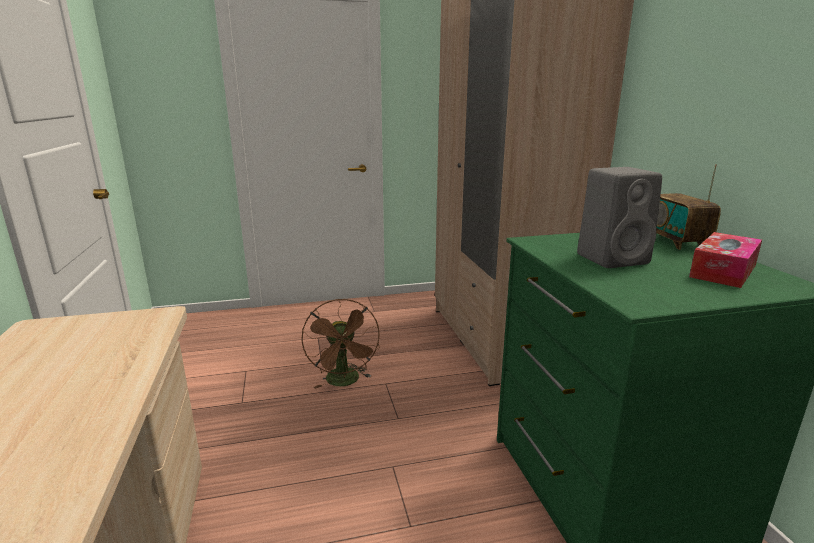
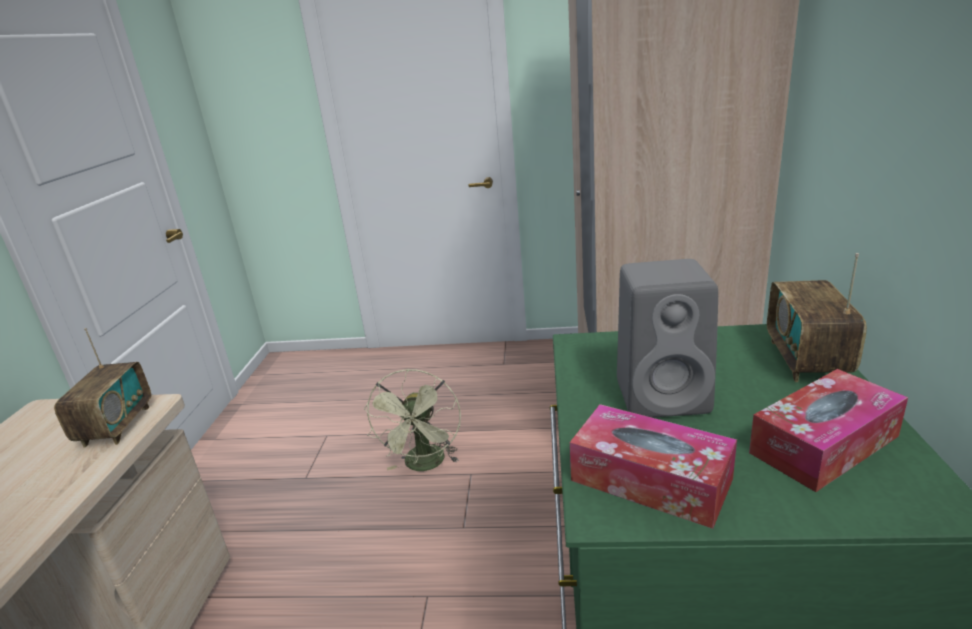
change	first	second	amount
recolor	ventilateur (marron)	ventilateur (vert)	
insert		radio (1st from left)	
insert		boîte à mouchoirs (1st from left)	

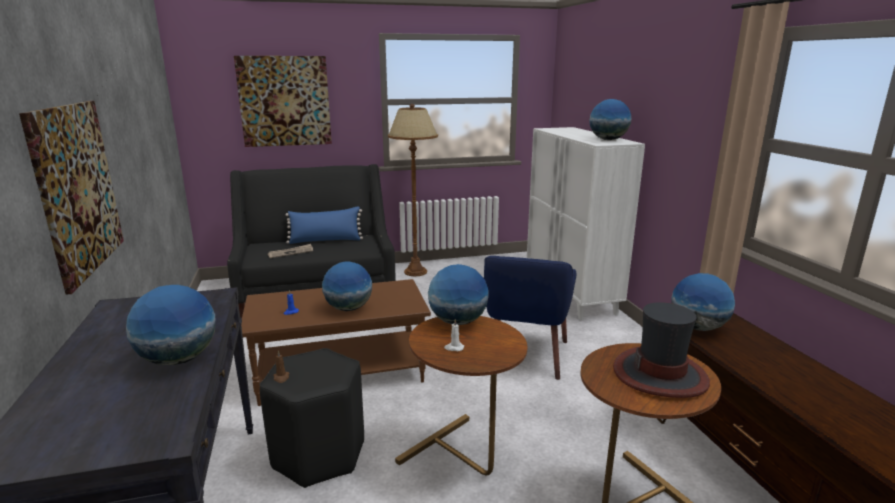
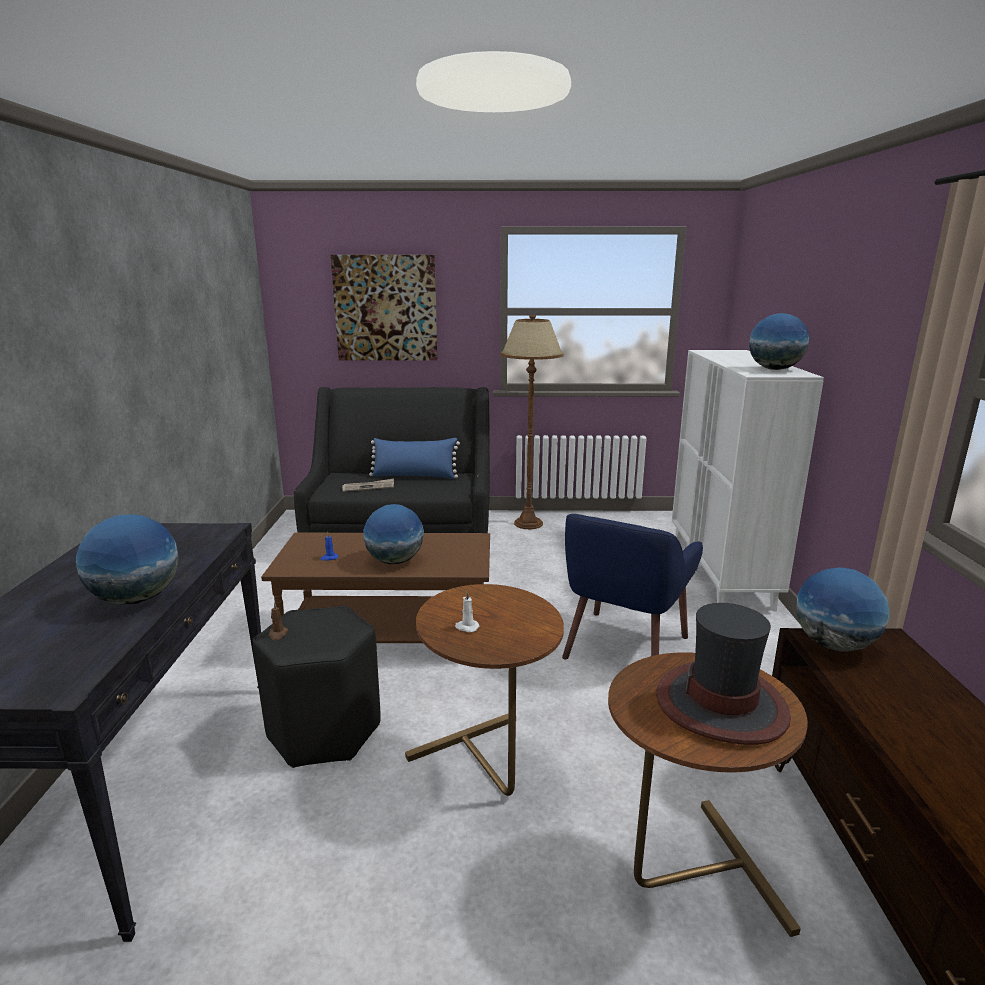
change	first	second	amount
delete	tableau (1st from left)		
delete	globe (3rd from left)		

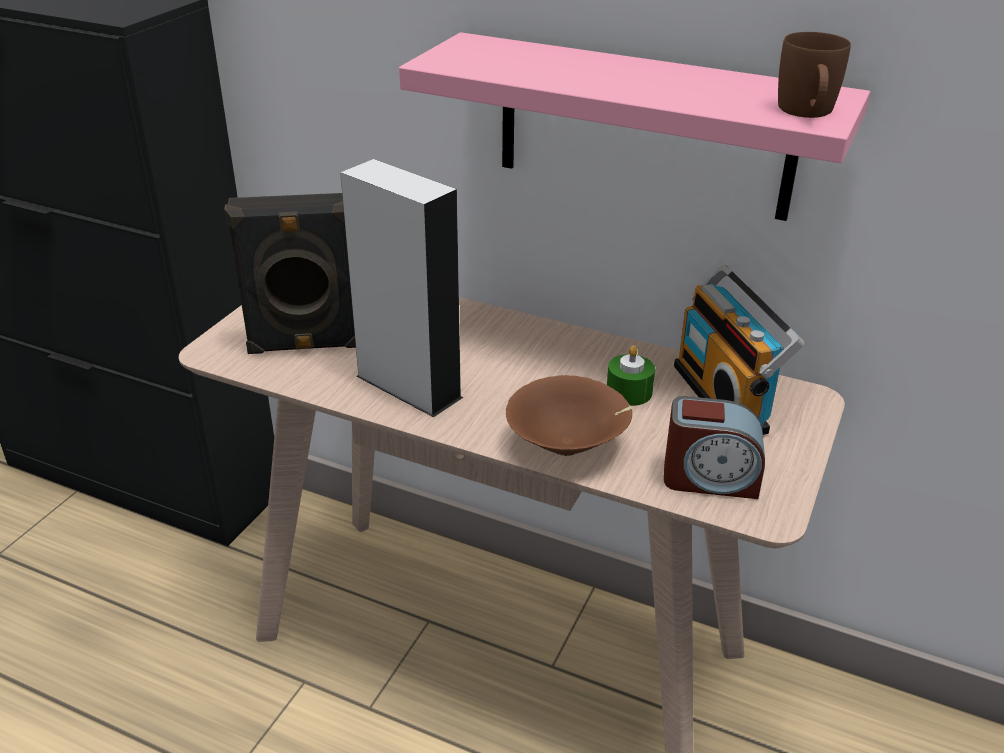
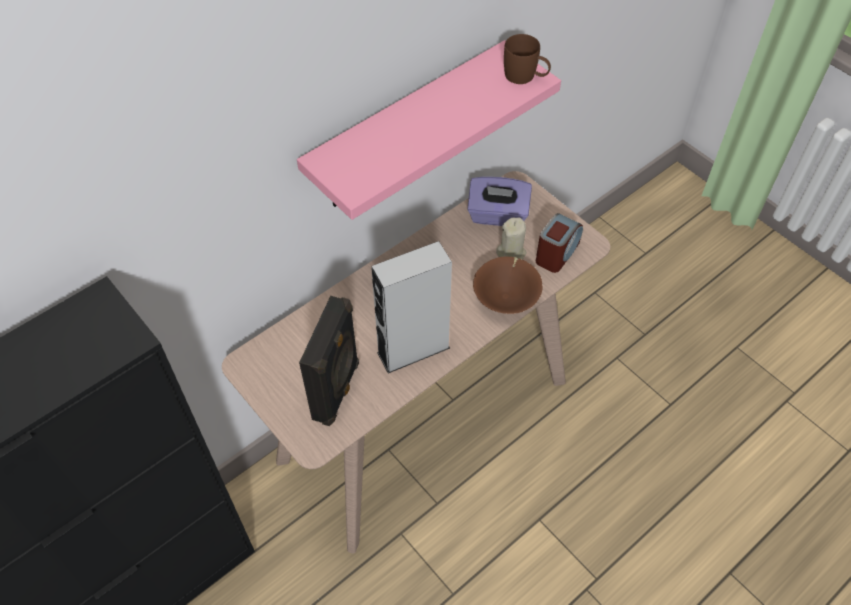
change	first	second	amount
replace	radio	boîte à mouchoirs (violet)	
delete	bougie (vert)		
insert		bougie (beige)	

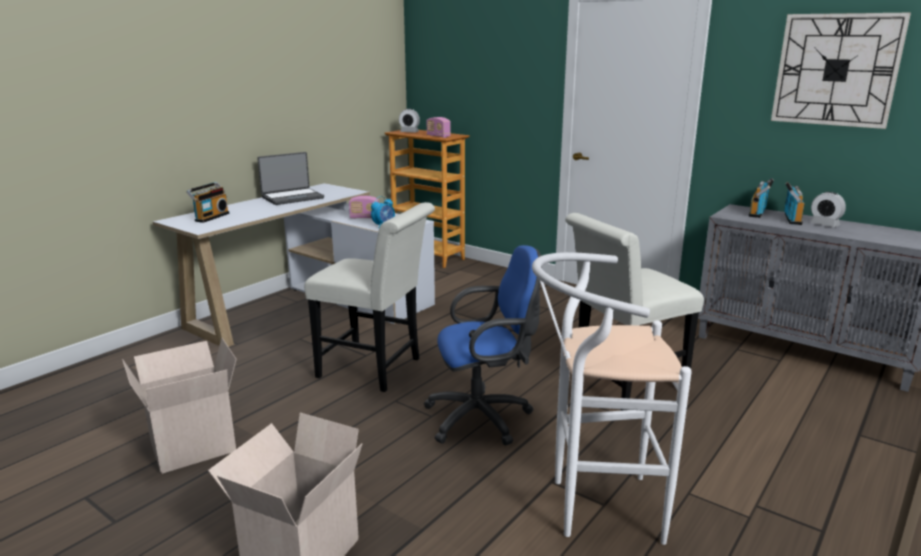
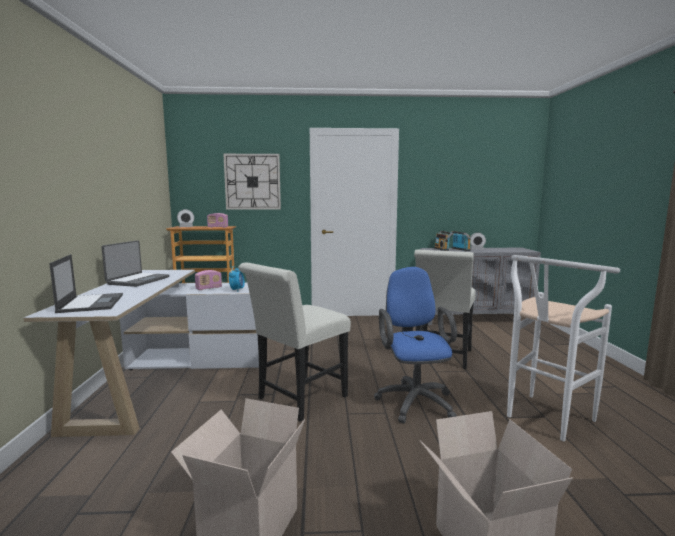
change	first	second	amount
move	horloge murale		
replace	radio (1st from left)	ordinateur portable (1st from left)	
rotate	chaise (blanc) (1st from left)		150 degrees clockwise
rotate	chaise de bureau (bleu)		45 degrees counterclockwise

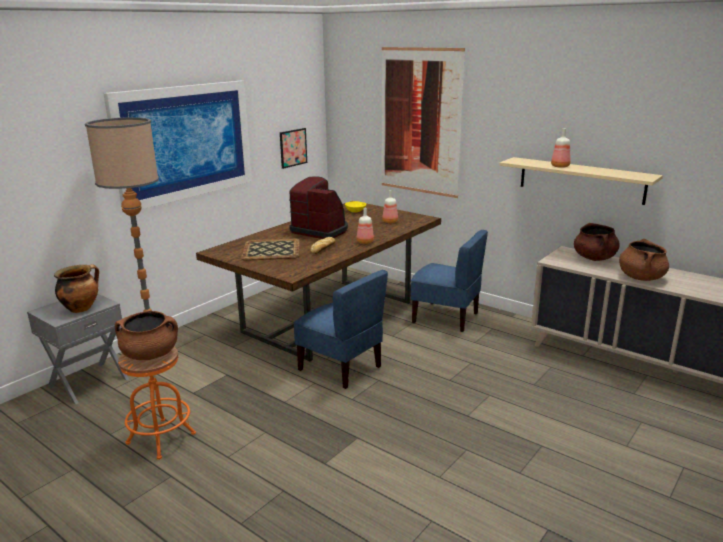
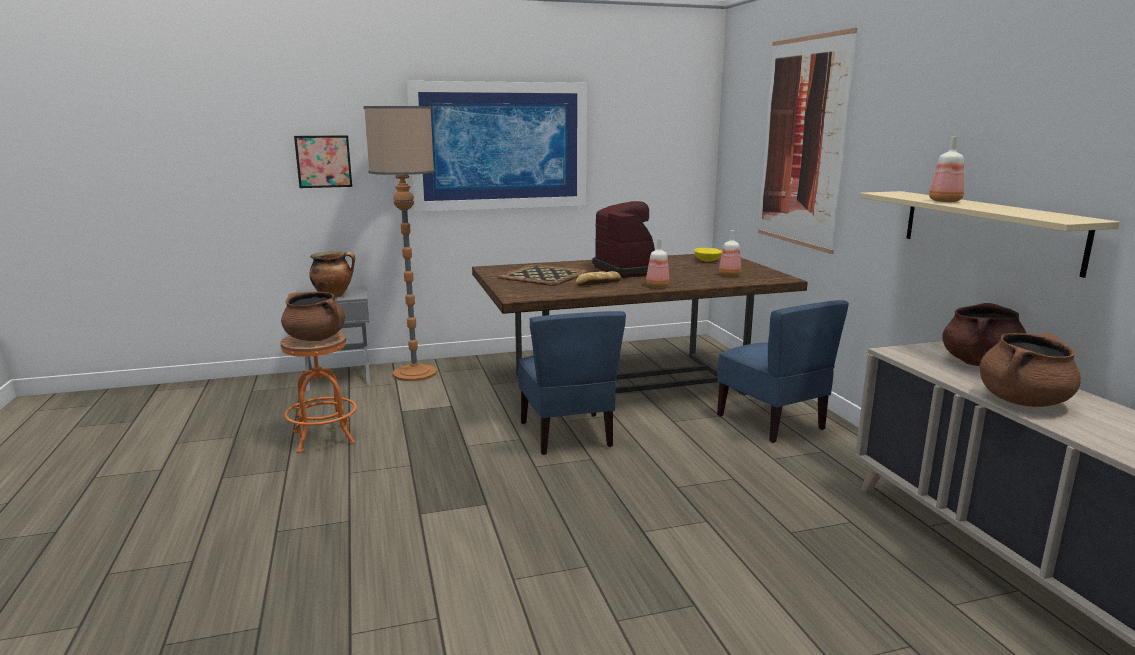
change	first	second	amount
move	tableau (2nd from left in the first image)	tableau (1st from left)	

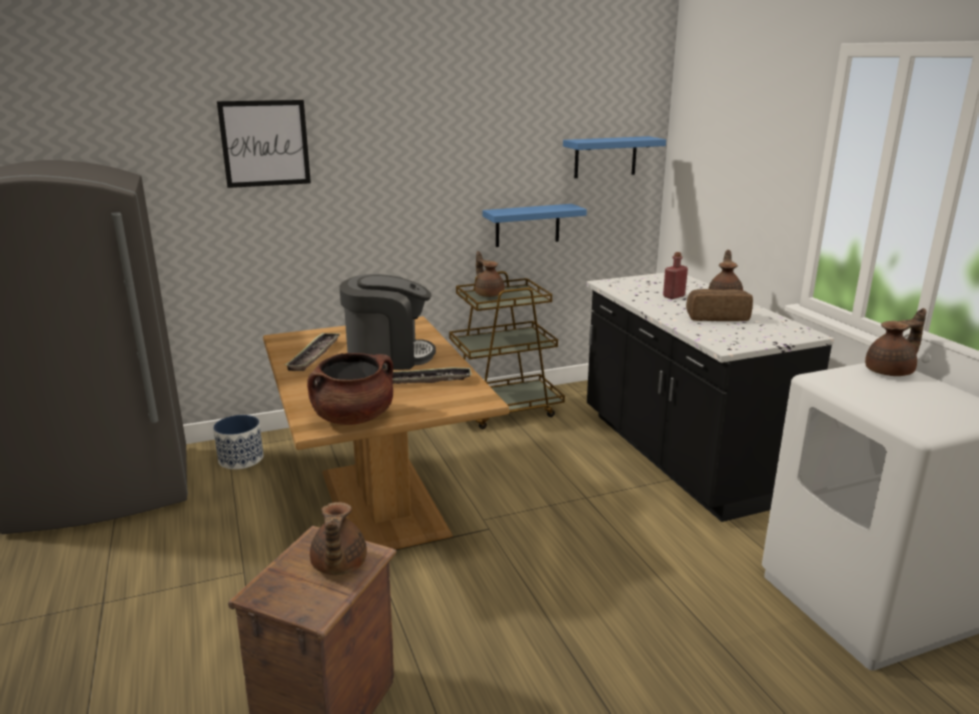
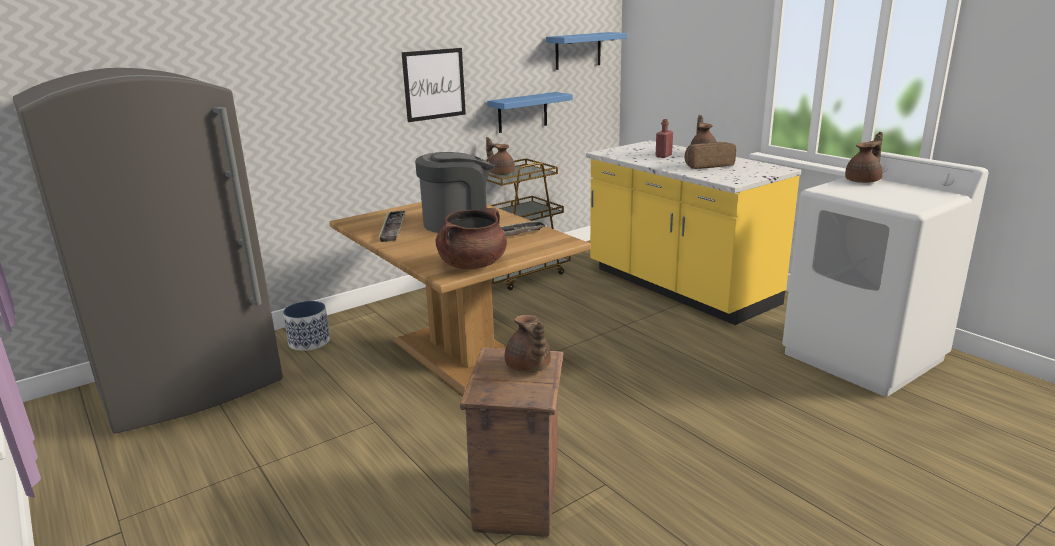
change	first	second	amount
move	tableau		
recolor	comptoir de cuisine (noir)	comptoir de cuisine (jaune)	

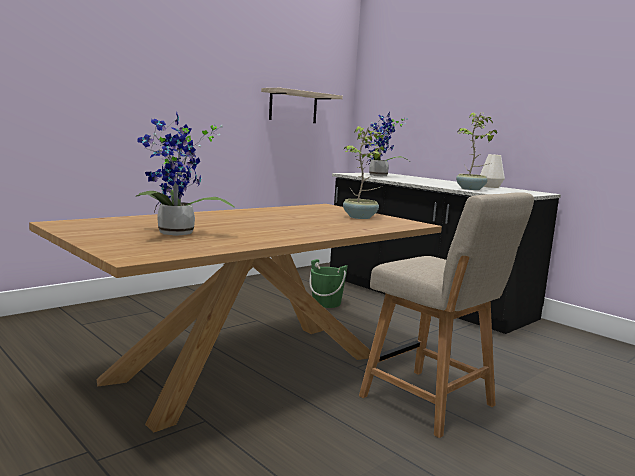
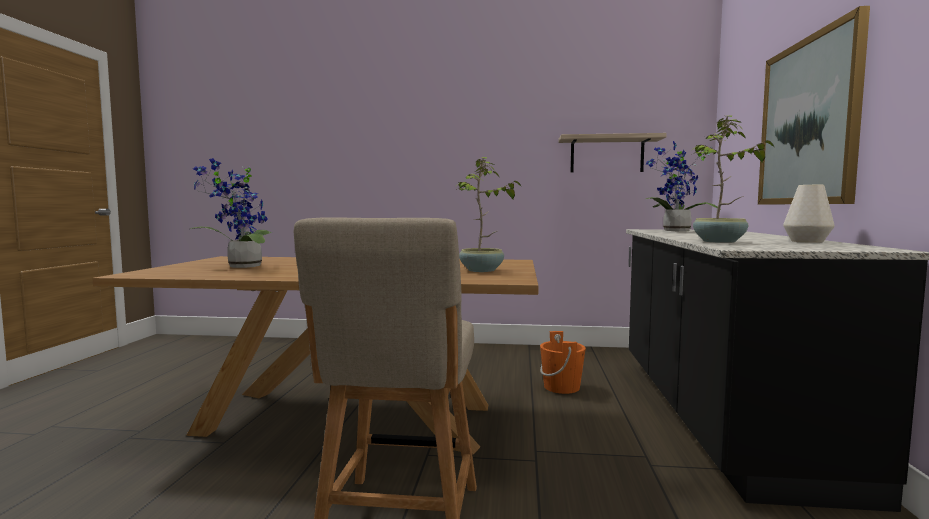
change	first	second	amount
recolor	seau (vert)	seau (orange)	
insert		tableau	

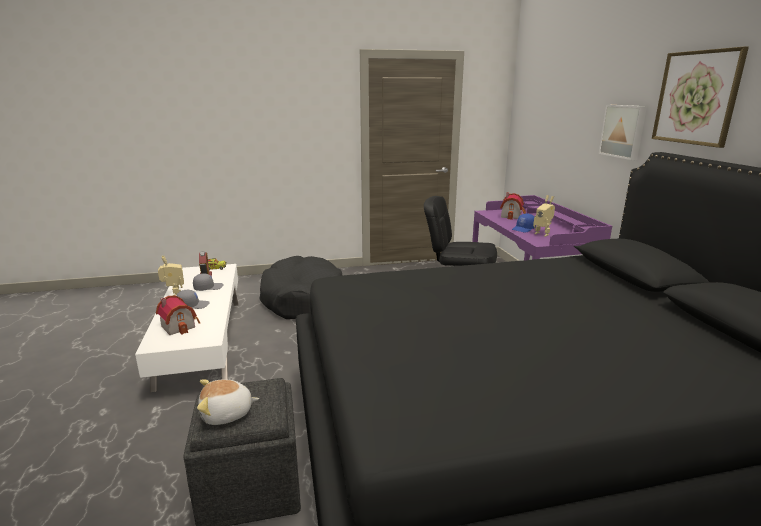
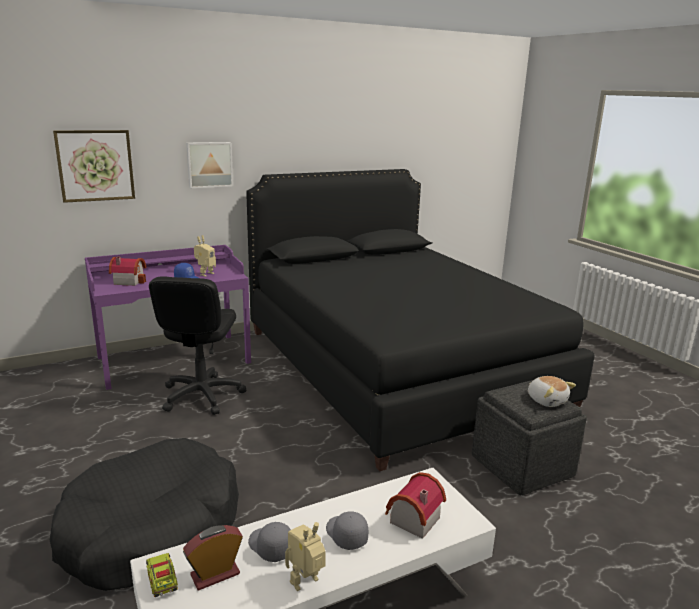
change	first	second	amount
move	tableau (2nd from left in the first image)	tableau (1st from left)	

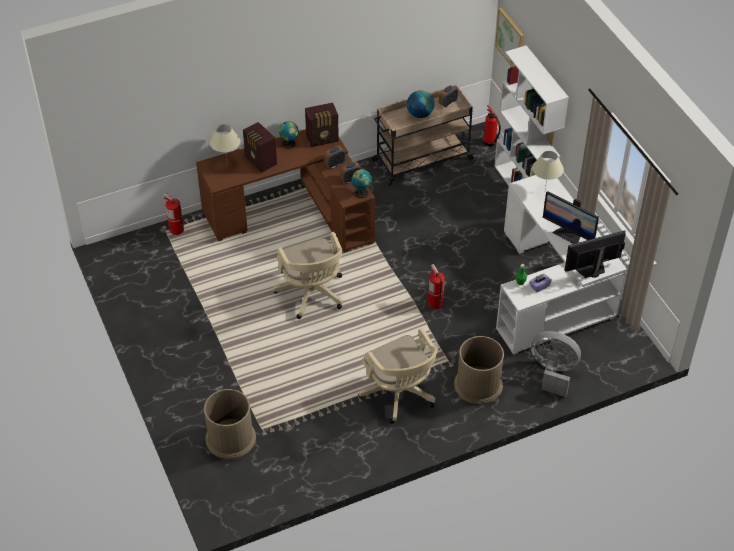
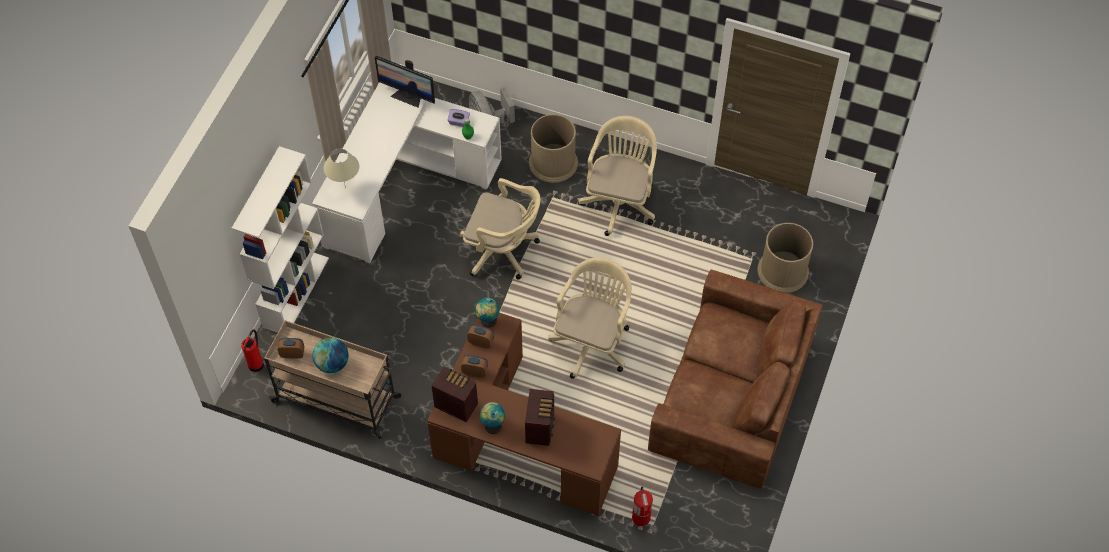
change	first	second	amount
delete	tableau		
delete	lampe de table (beige) (1st from left)		
delete	écran d'ordinateur (1st from left)		
replace	extincteur (2nd from left)	chaise de bureau (beige) (1st from left)	
insert		canapé (marron)	

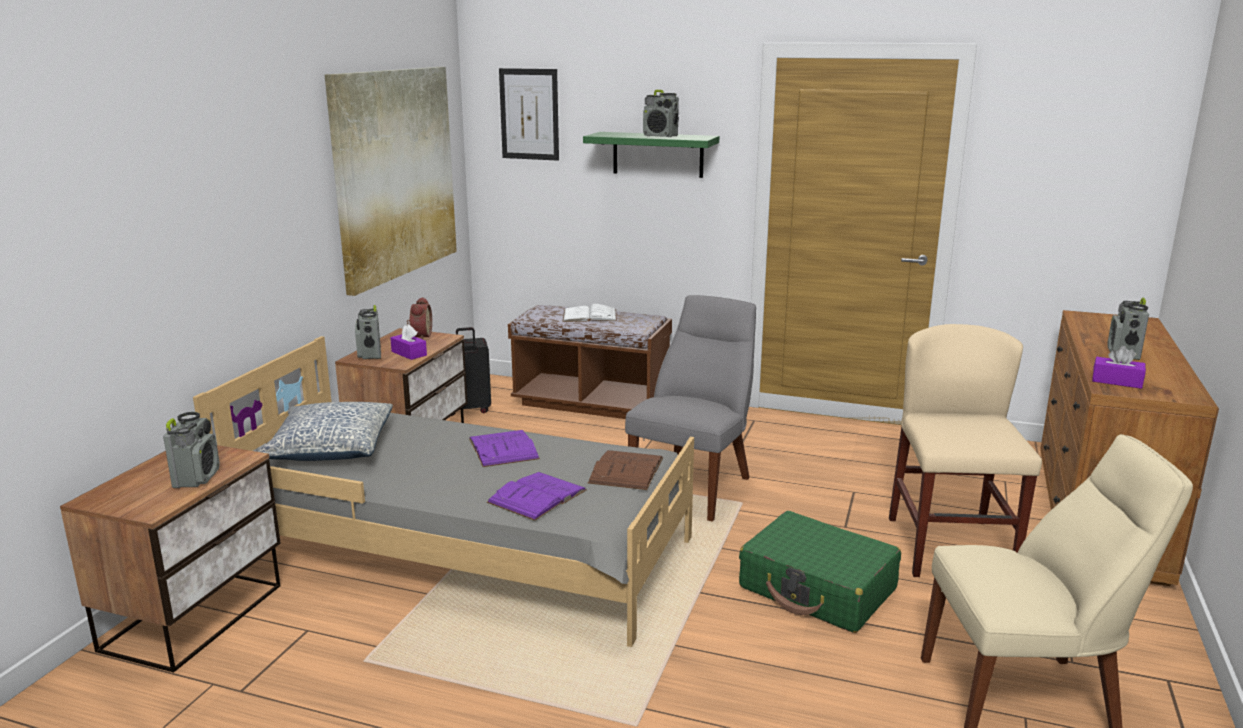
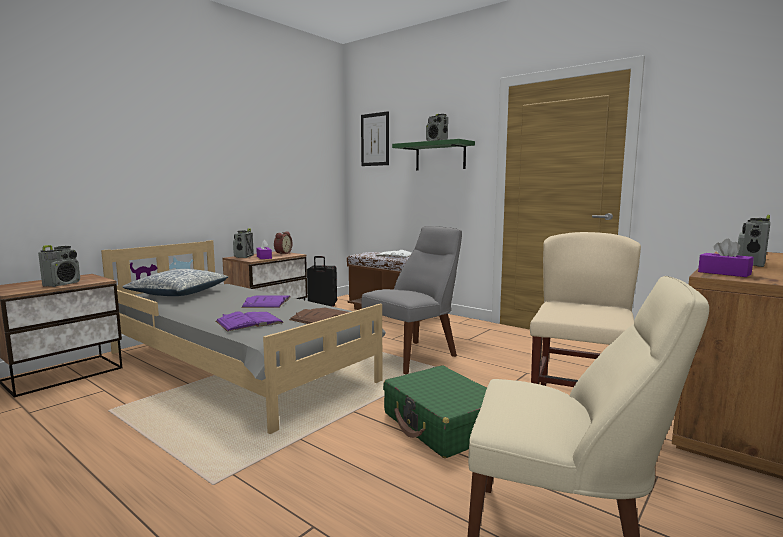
change	first	second	amount
delete	tableau (1st from left)		

